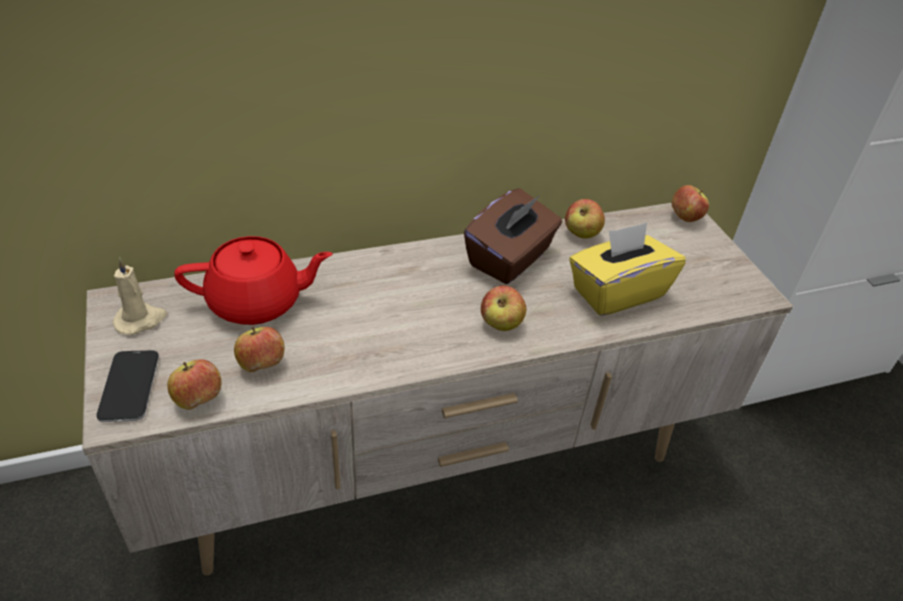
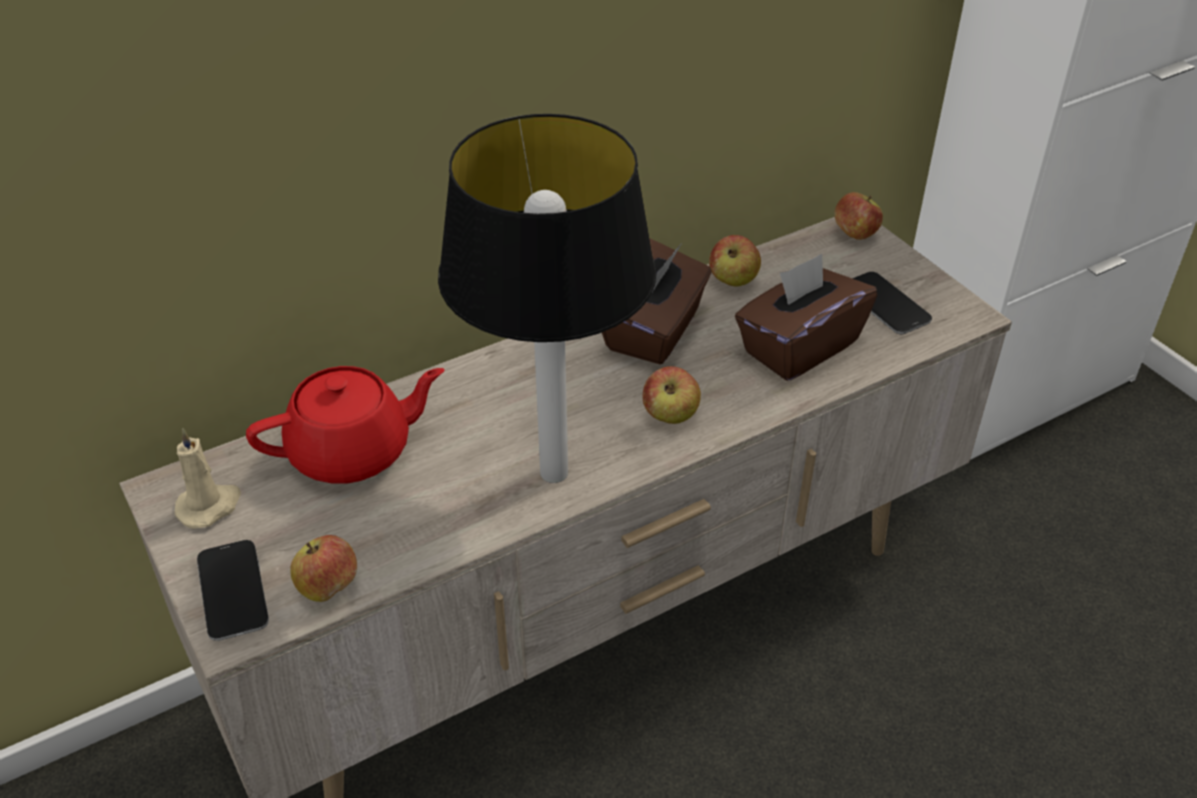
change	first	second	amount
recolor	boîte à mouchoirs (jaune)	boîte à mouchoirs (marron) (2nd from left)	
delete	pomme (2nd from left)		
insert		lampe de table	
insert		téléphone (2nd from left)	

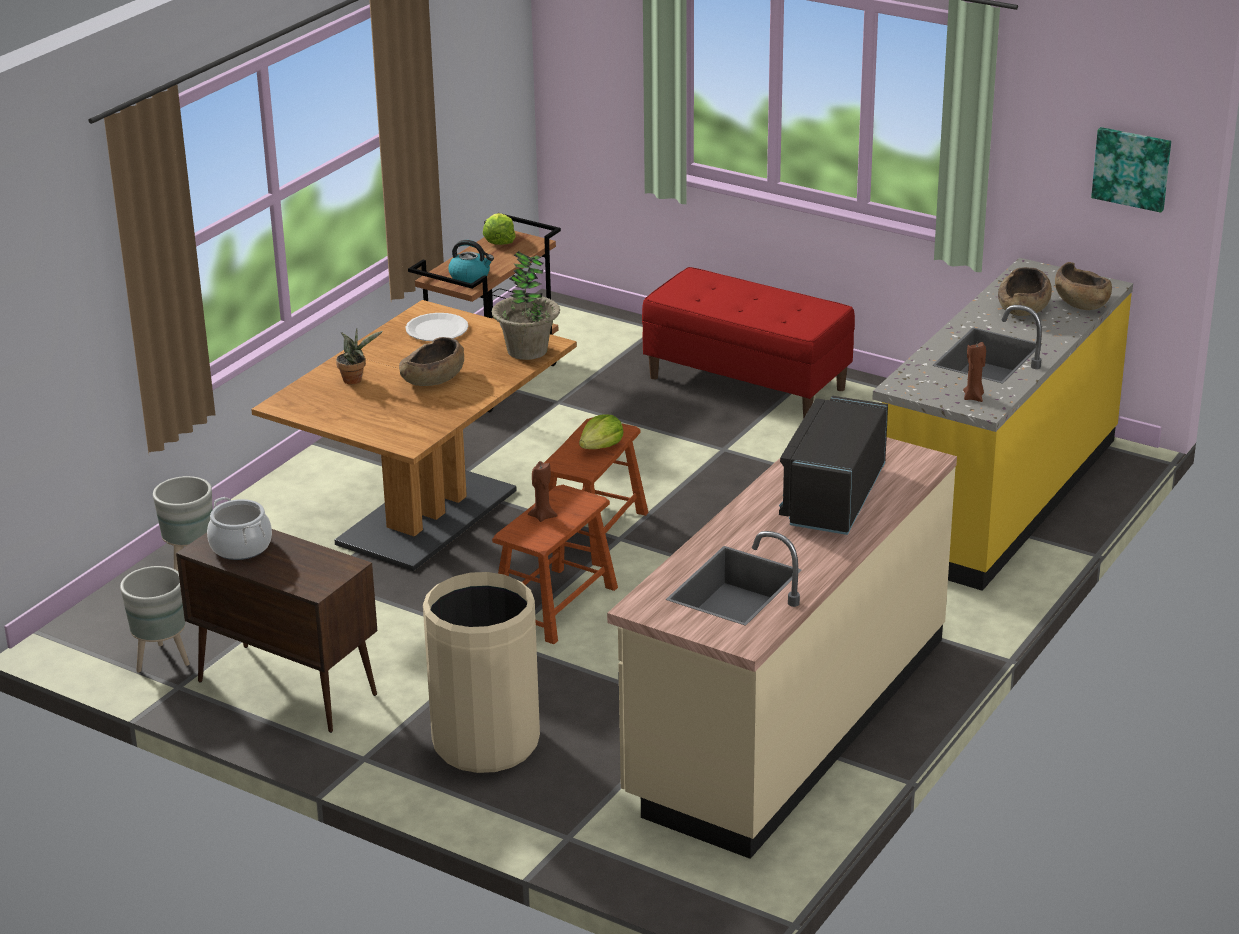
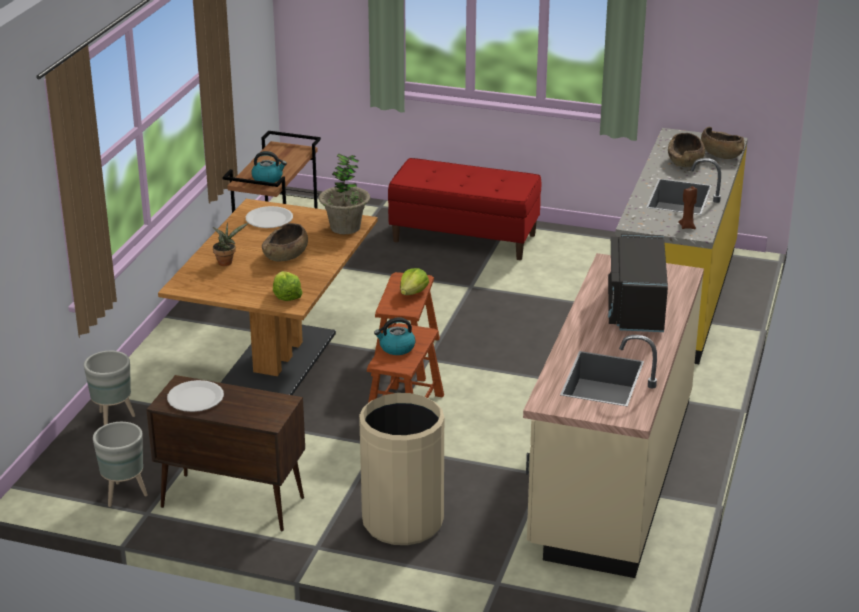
change	first	second	amount
delete	tableau		
move	laitue (1st from left)		
replace	bougie (marron) (1st from left)	bouilloire (2nd from left)	
replace	marmite	assiette (blanc) (1st from left)	

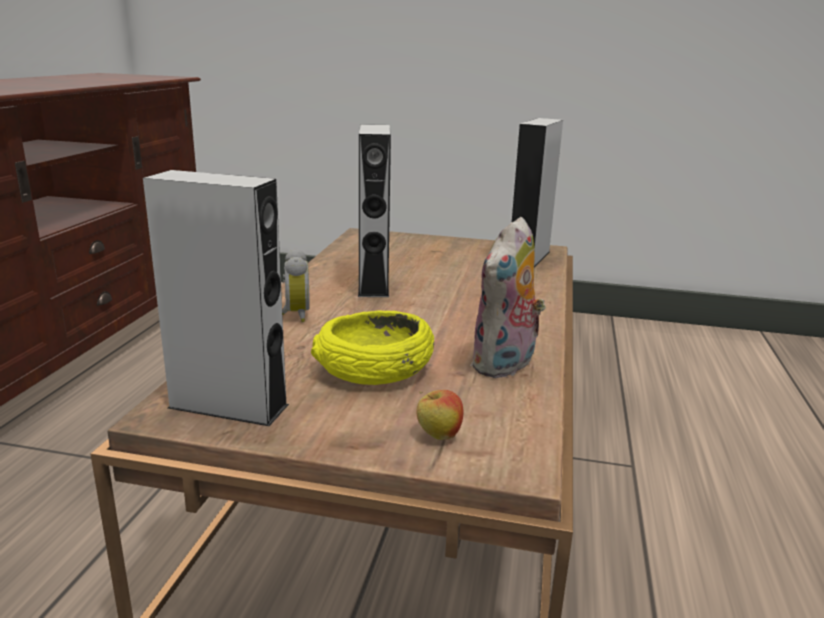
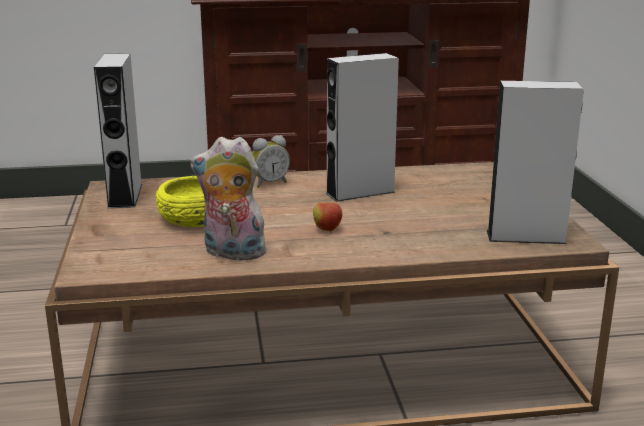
change	first	second	amount
move	pomme		

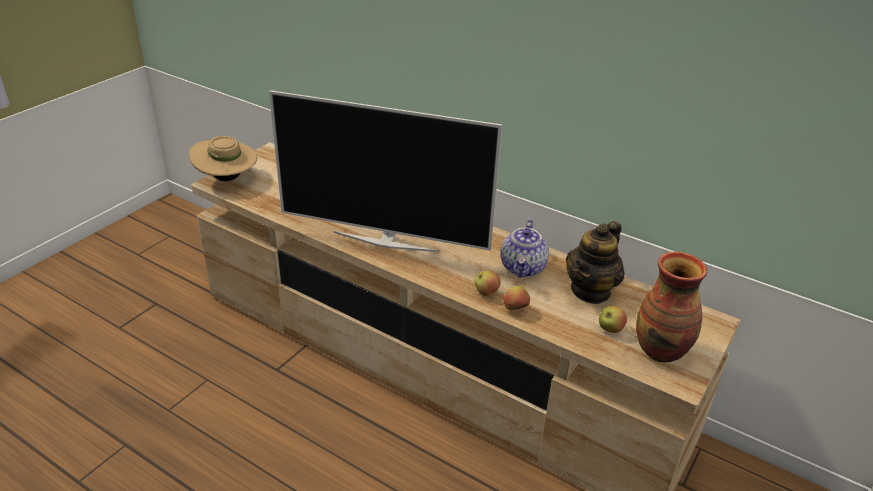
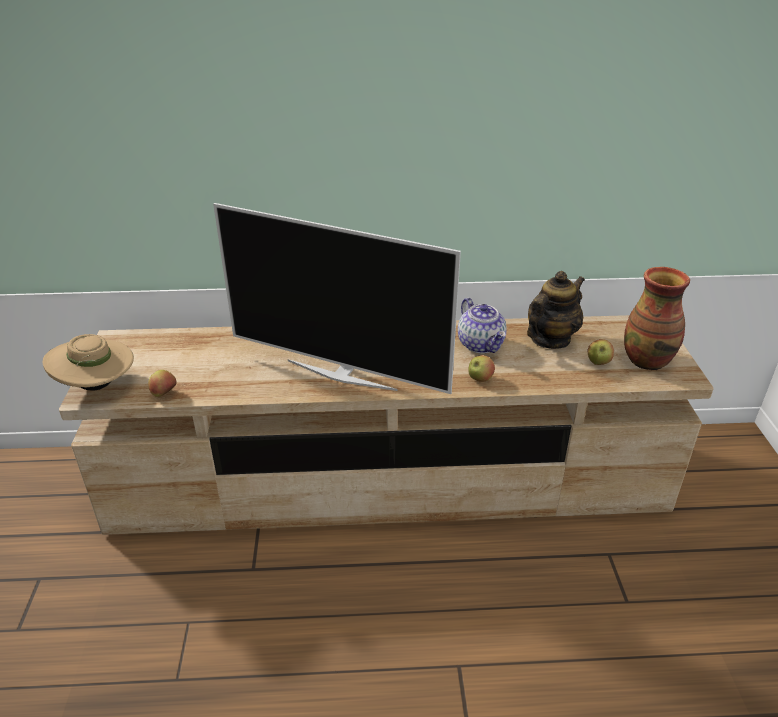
change	first	second	amount
rotate	téléviseur		45 degrees clockwise
rotate	théière (2nd from left)		135 degrees counterclockwise
move	pomme (2nd from left in the first image)	pomme (1st from left)	

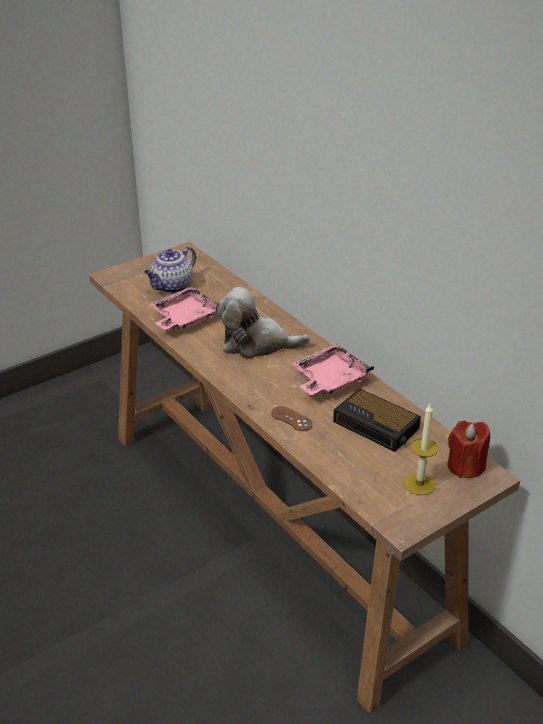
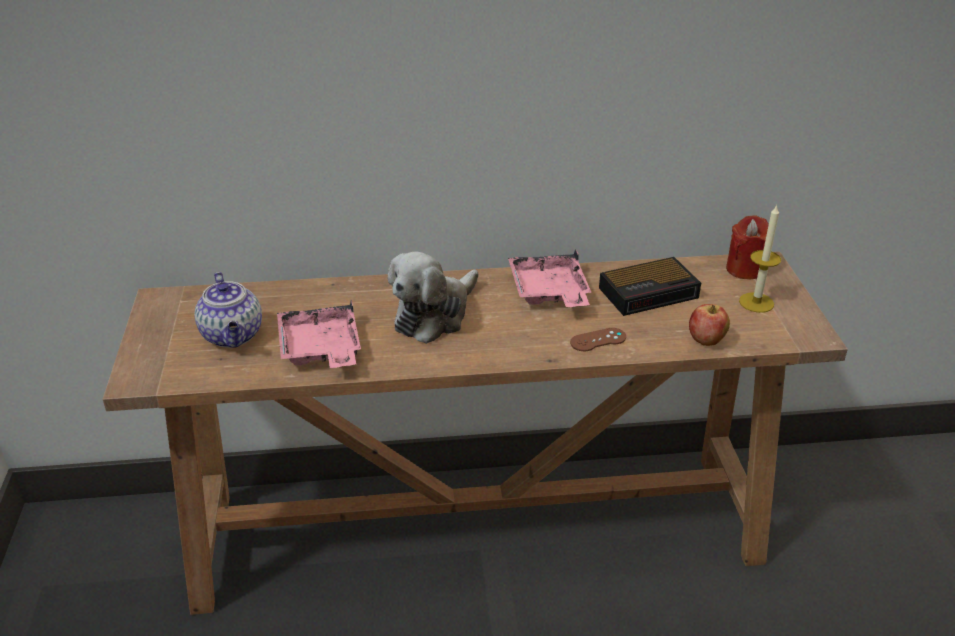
change	first	second	amount
insert		pomme	

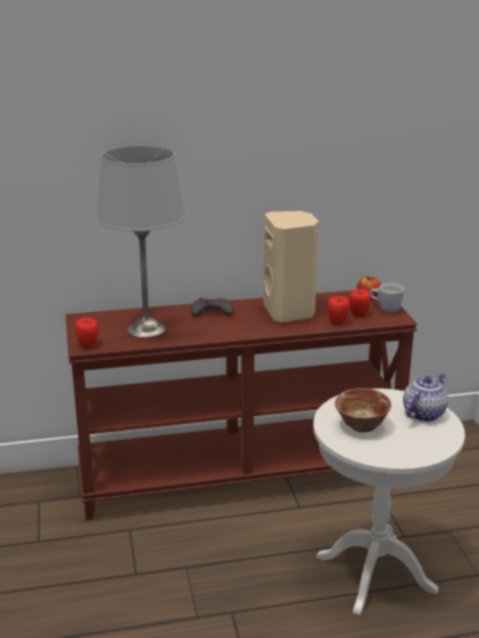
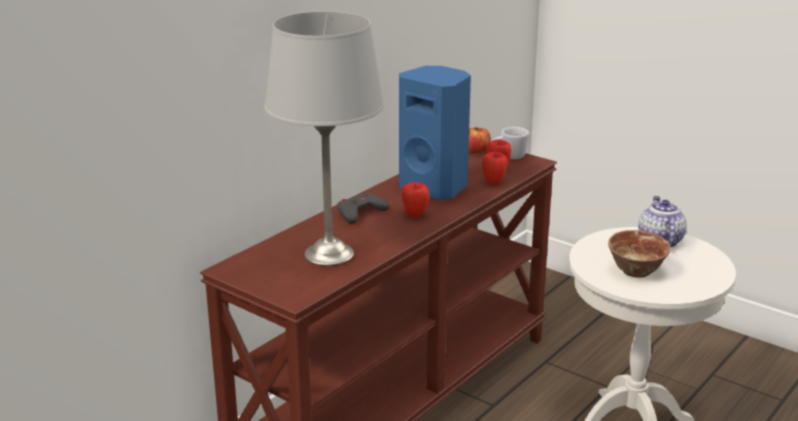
change	first	second	amount
recolor	enceinte (beige)	enceinte (bleu)	
move	pomme (1st from left)		

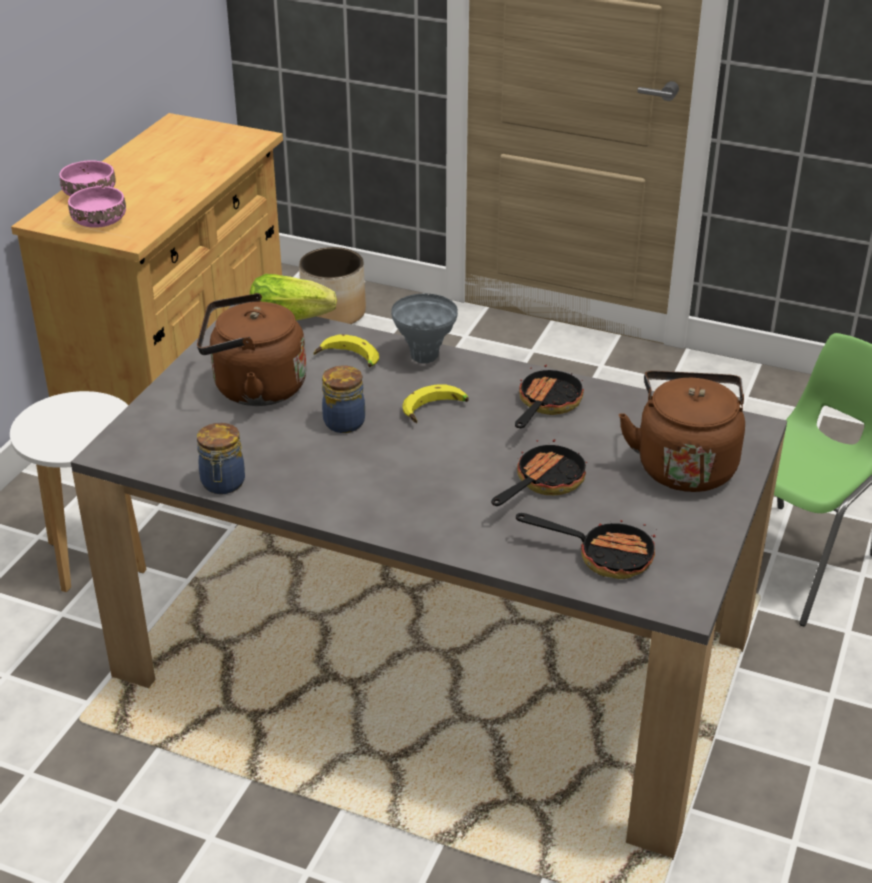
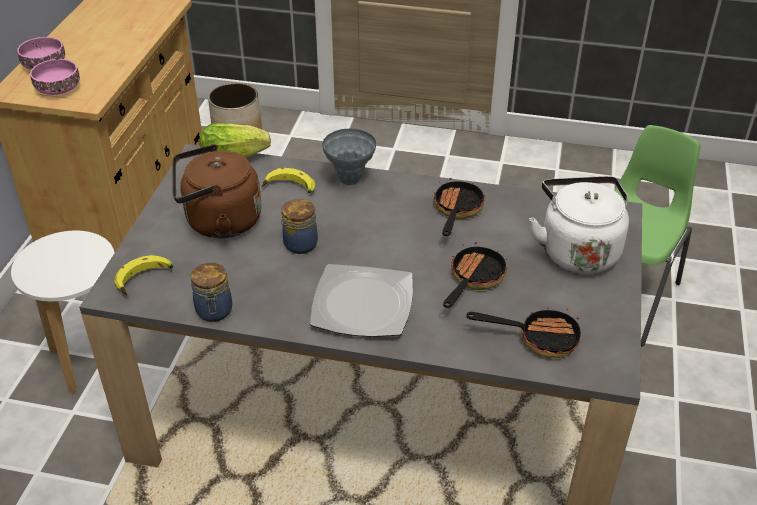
change	first	second	amount
recolor	bouilloire (marron) (2nd from left)	bouilloire (blanc)	
move	banane (2nd from left in the first image)	banane (1st from left)	
insert		assiette	

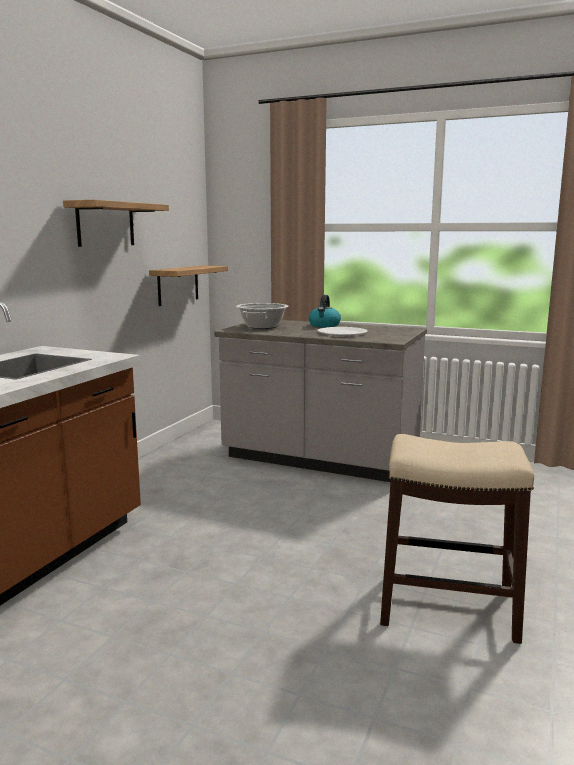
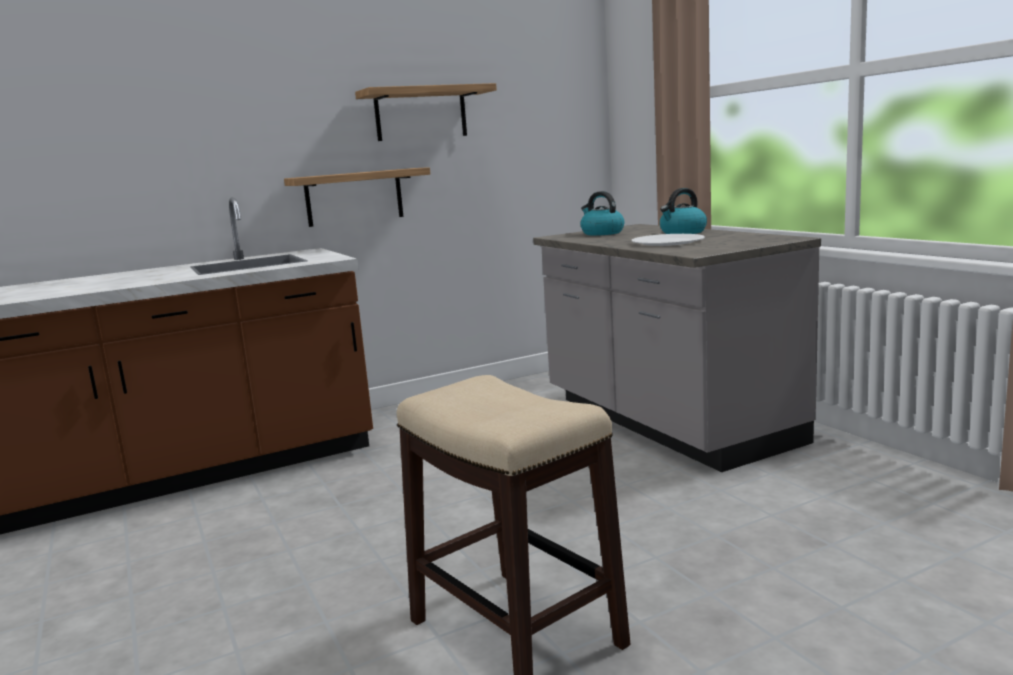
change	first	second	amount
move	étagère (2nd from left in the first image)	étagère (1st from left)	
replace	marmite	bouilloire (1st from left)	

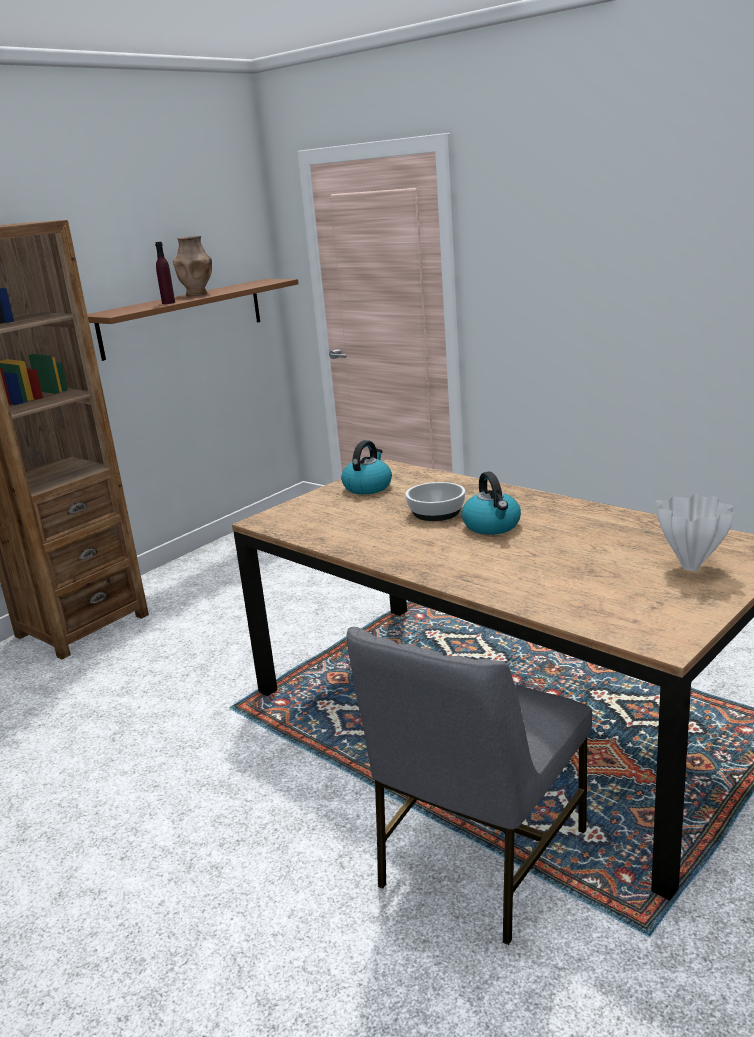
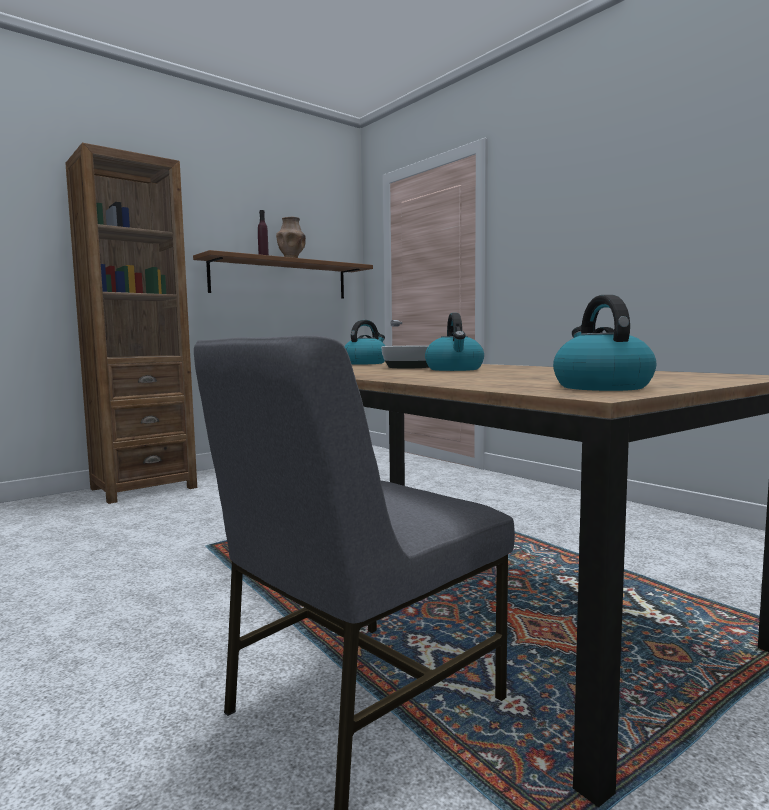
change	first	second	amount
delete	vase (blanc)		
insert		bouilloire (3rd from left)	

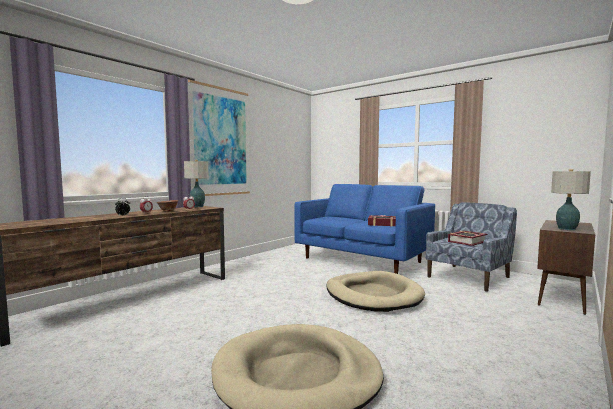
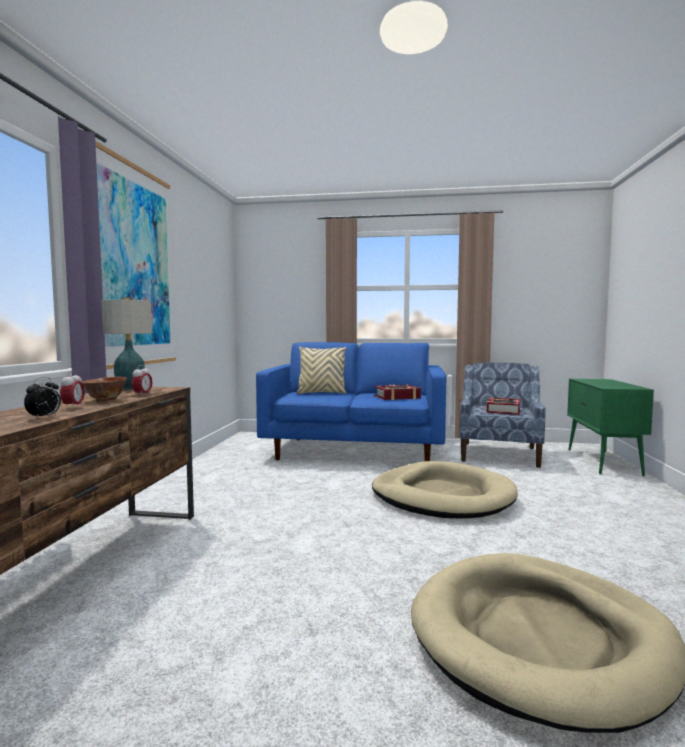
change	first	second	amount
delete	lampe de table (2nd from left)		
recolor	meuble de rangement (marron)	meuble de rangement (vert)	
insert		coussin (beige)	

